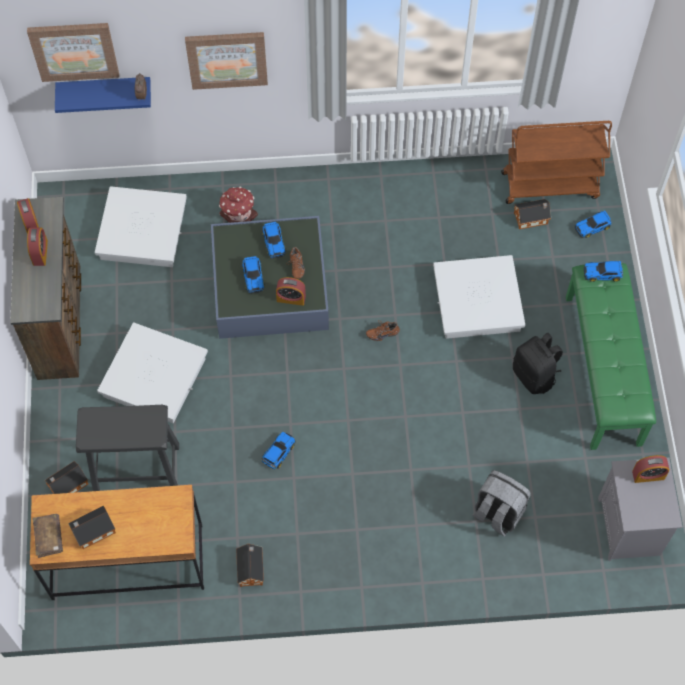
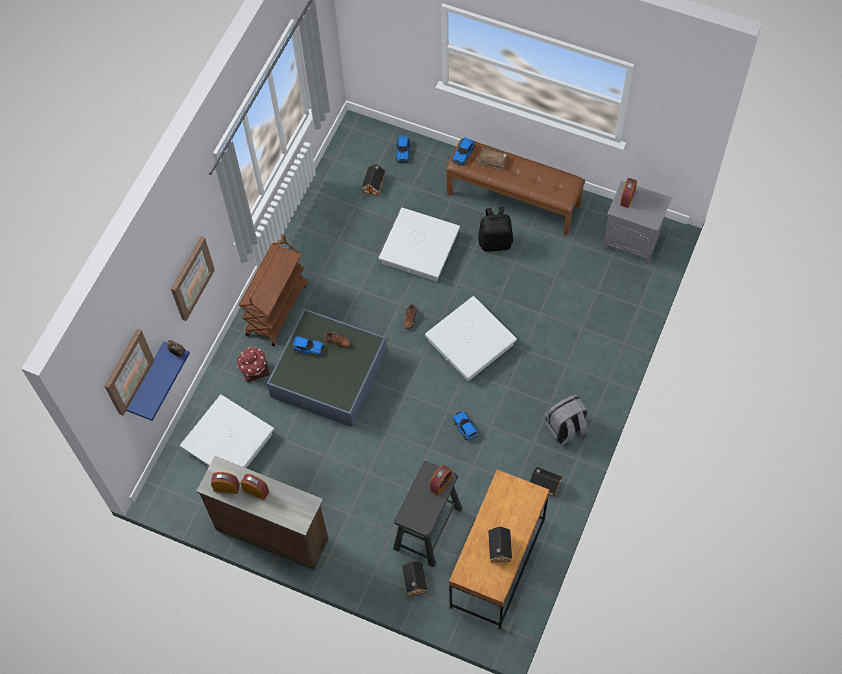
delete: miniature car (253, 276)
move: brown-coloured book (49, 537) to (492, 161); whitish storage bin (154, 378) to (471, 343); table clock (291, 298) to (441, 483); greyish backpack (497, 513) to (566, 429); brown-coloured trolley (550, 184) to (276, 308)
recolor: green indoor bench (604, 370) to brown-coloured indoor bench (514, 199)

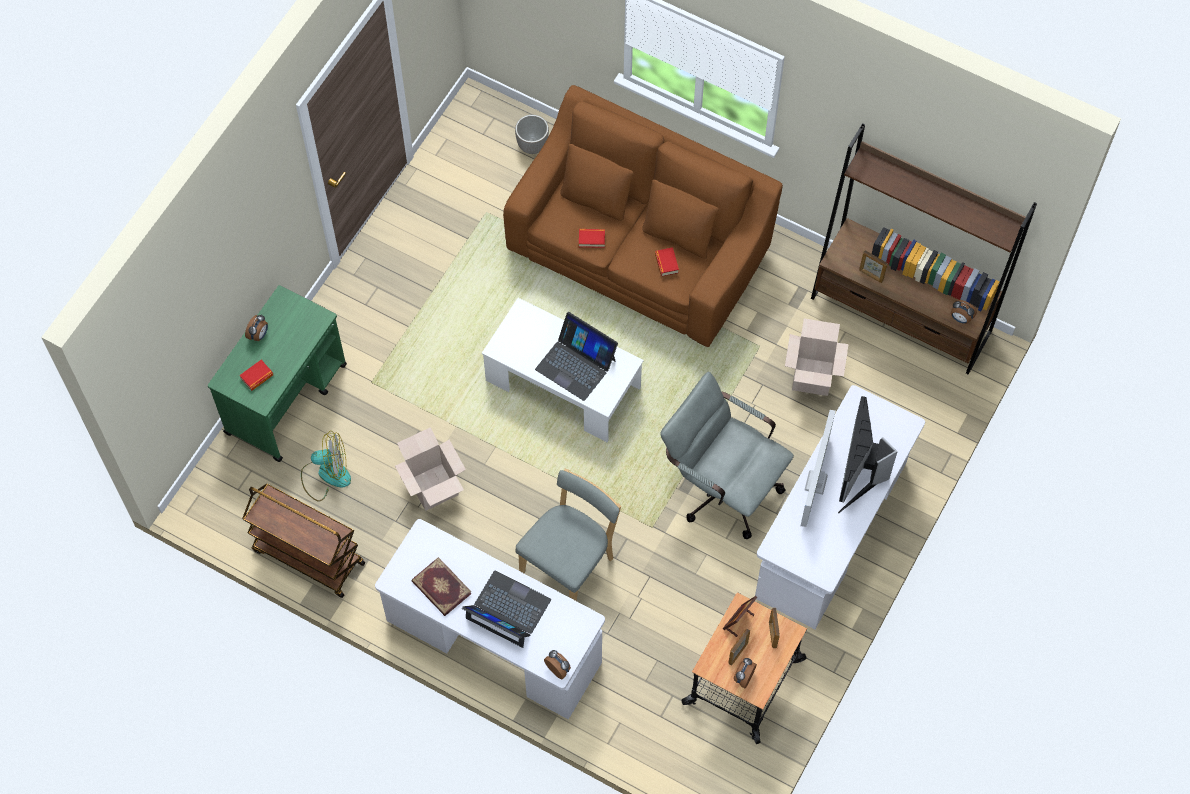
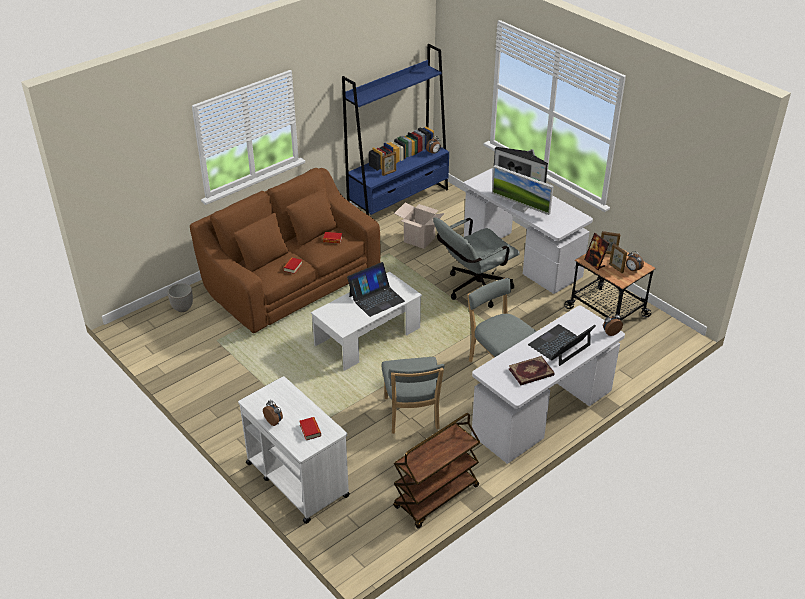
delete: electric fan (326, 474)
replace: carton (433, 487) to greyish plain chair (412, 416)
recolor: green trolley (287, 398) to whitish trolley (296, 479); brown-coloured bookshelf (901, 315) to blue bookshelf (399, 201)

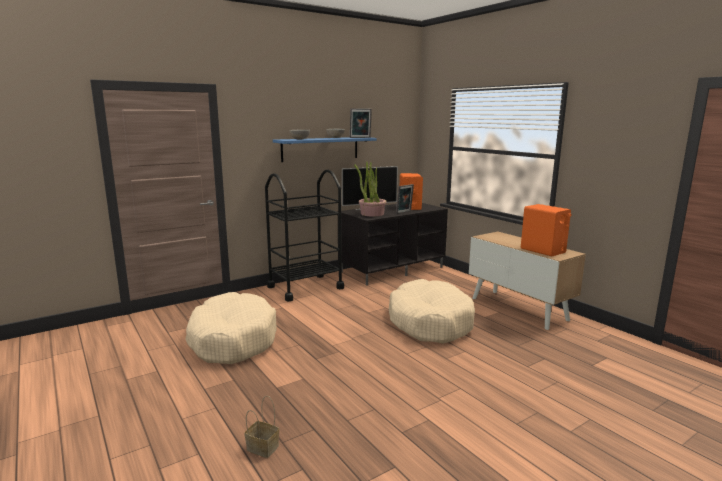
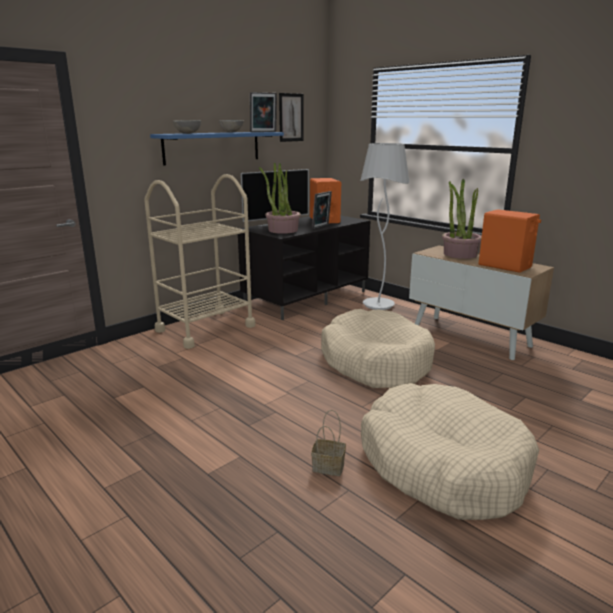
insert: wall art (291, 117); whitish standing lamp (378, 305); potted plant (460, 254)
move: beige dog bed (232, 340) to (442, 464); household basket (261, 448) to (327, 467)
recolor: black trolley (305, 287) to beige trolley (205, 328)

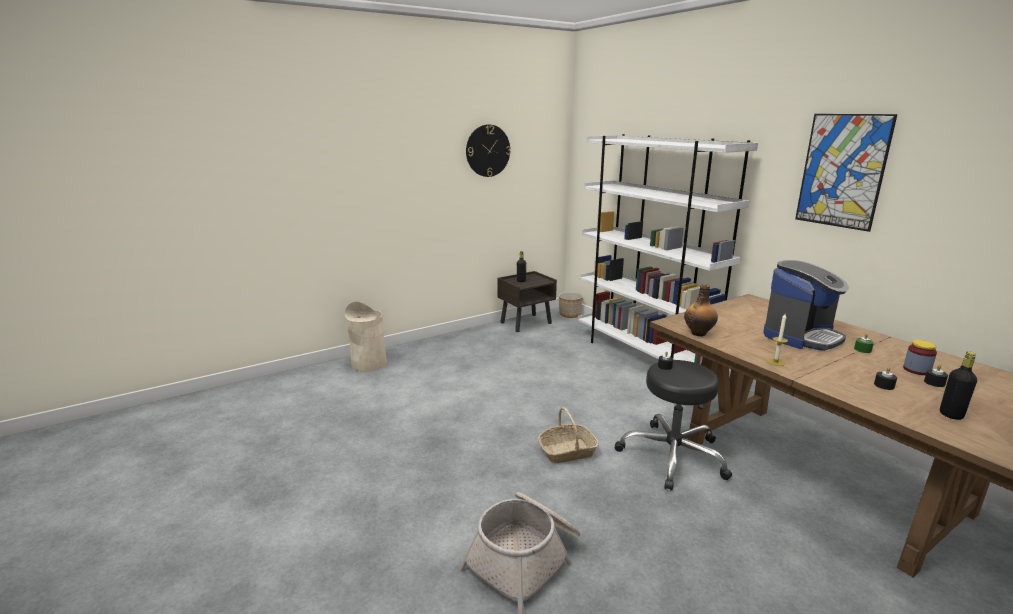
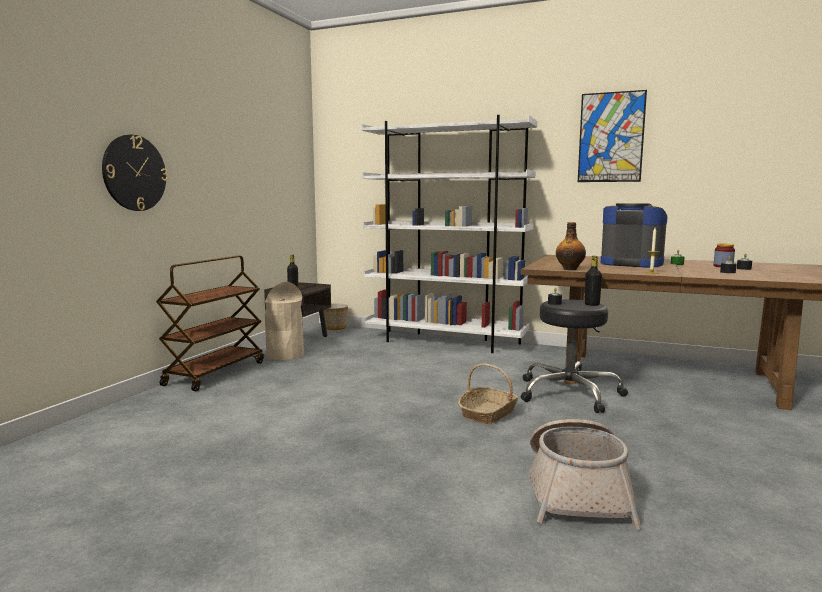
insert: brown-coloured trolley (215, 373)
move: beige waste bin (369, 364) to (285, 355); hanging clock (488, 150) to (134, 173); black beverage bottle (951, 415) to (592, 304)
rotate: coffee machine (801, 336) = (631, 263) 75 degrees counterclockwise

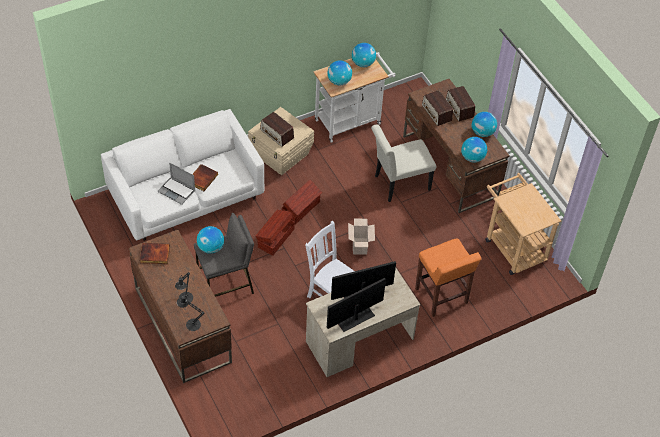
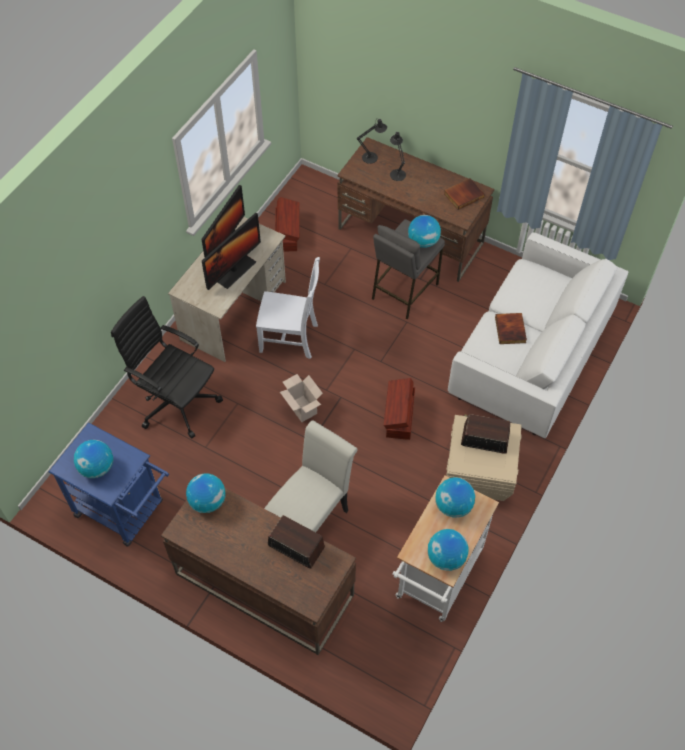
delete: portable computer (177, 191); radio set (459, 108)
move: brown-coloured storage bin (275, 238) to (287, 233); desk globe (482, 132) to (97, 467)
replace: orangey sitting stool (441, 296) to black desk chair (176, 401)
recolor: beige trolley (512, 246) to blue trolley (125, 511)

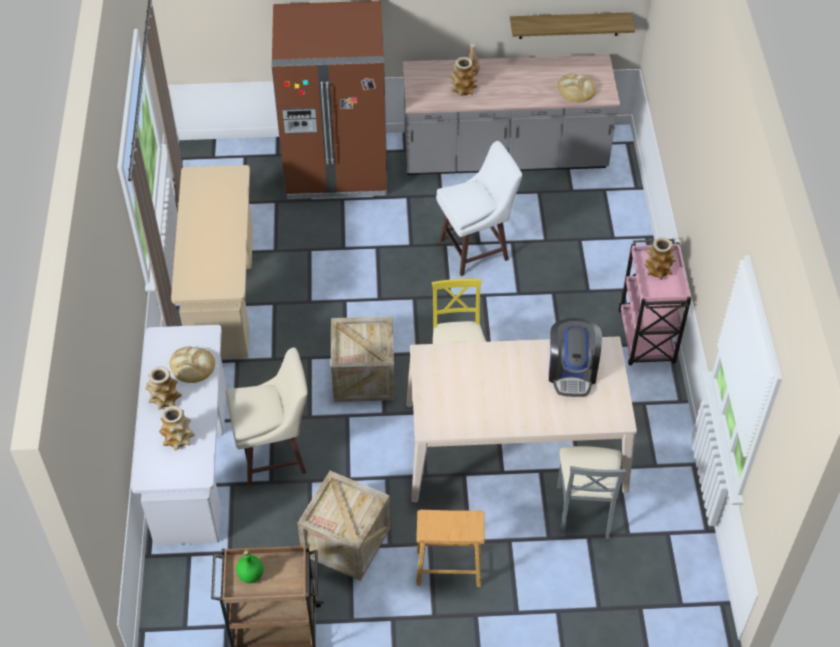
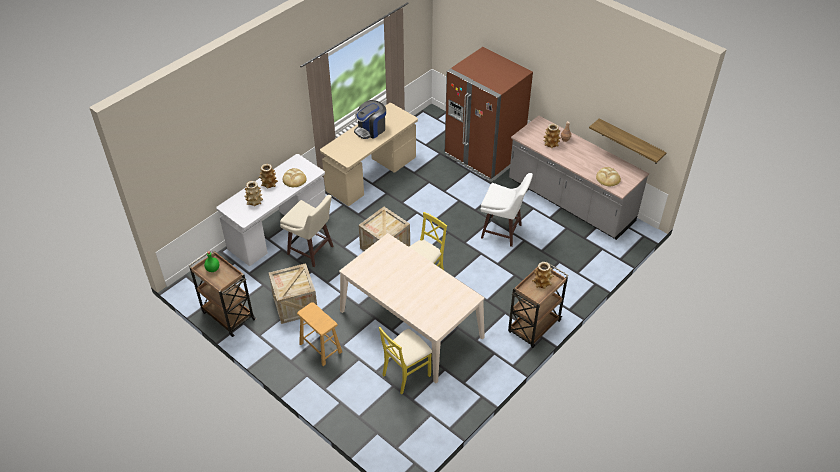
move: coffee machine (572, 372) to (371, 130)
recolor: greyish plain chair (584, 510) to yellow plain chair (406, 374); pinkish trolley (646, 338) to brown-coloured trolley (533, 327)

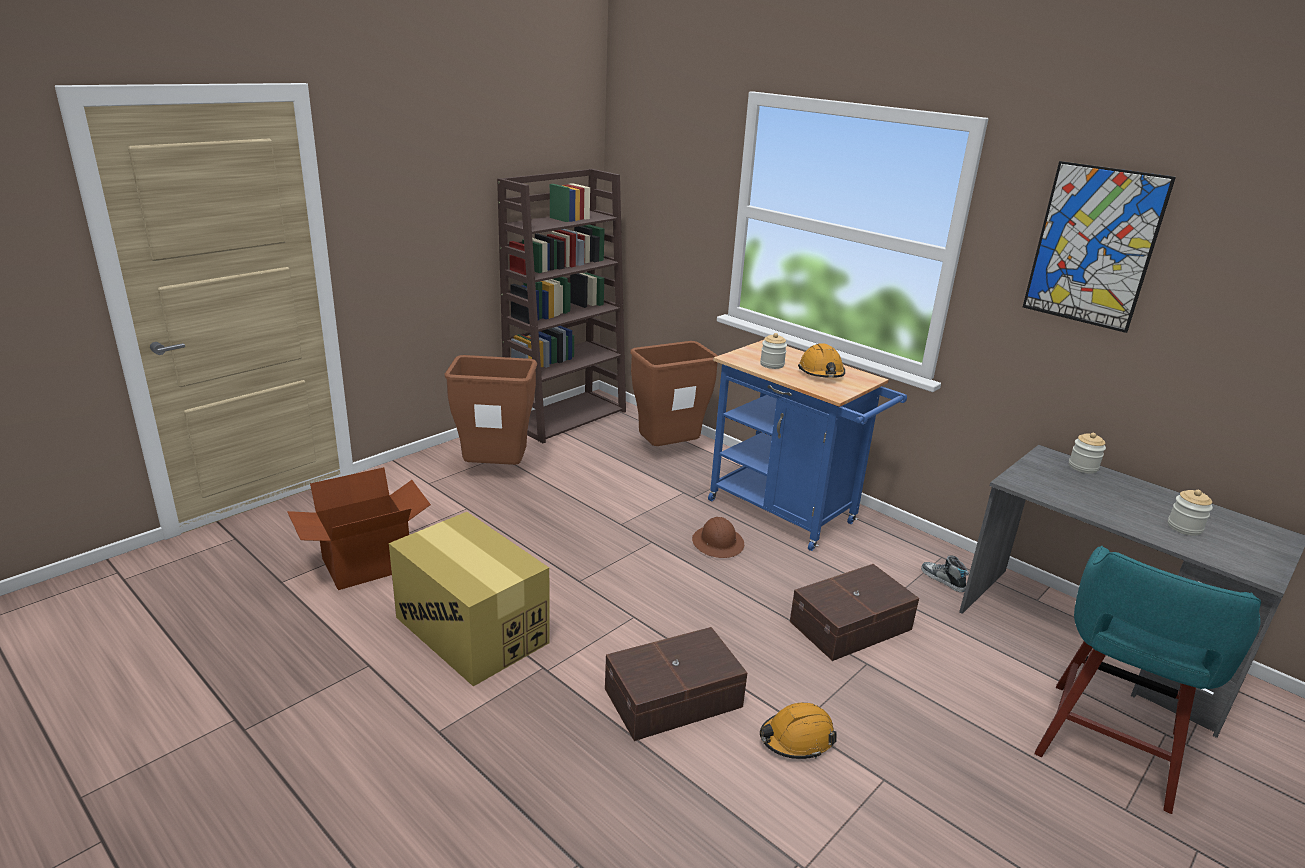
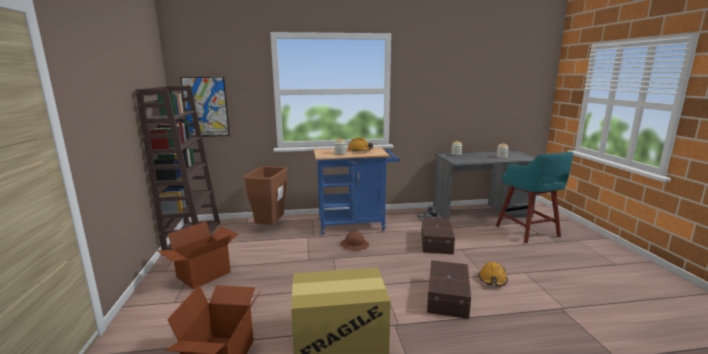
move: wall art (1093, 246) to (205, 107)
replace: brown-coloured waste bin (496, 471) to carton (204, 275)

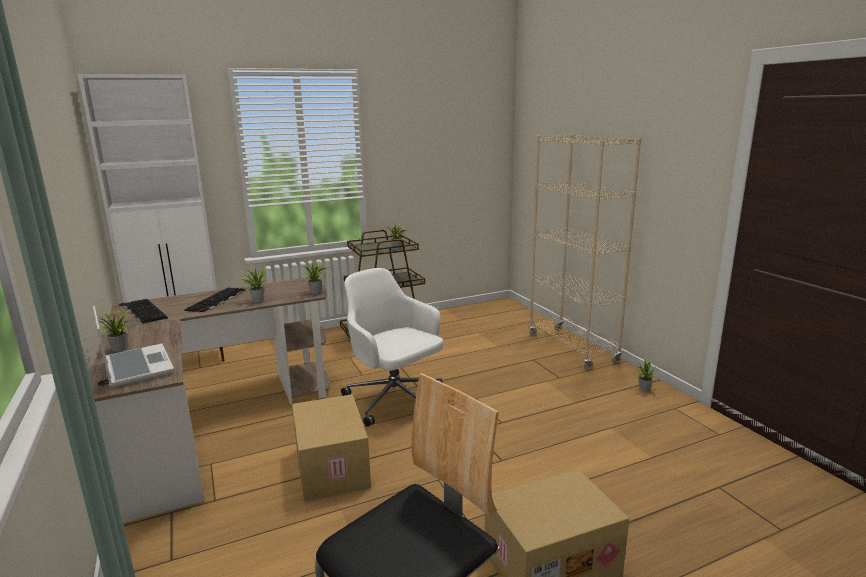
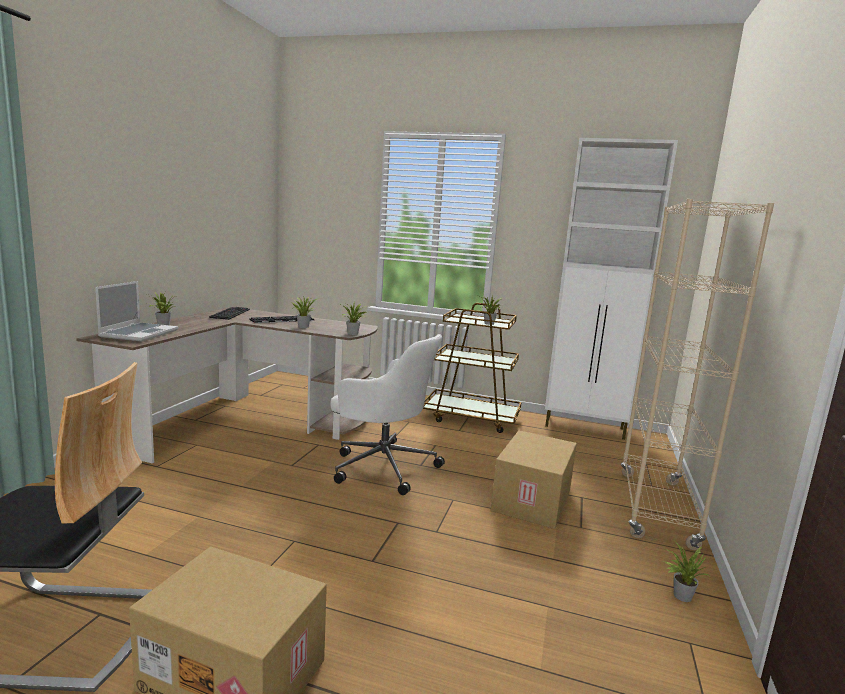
move: whitish storage cabinet (185, 362) to (585, 427); carton (333, 467) to (533, 501)
rotate: whitish desk chair (395, 399) = (382, 466) 120 degrees clockwise

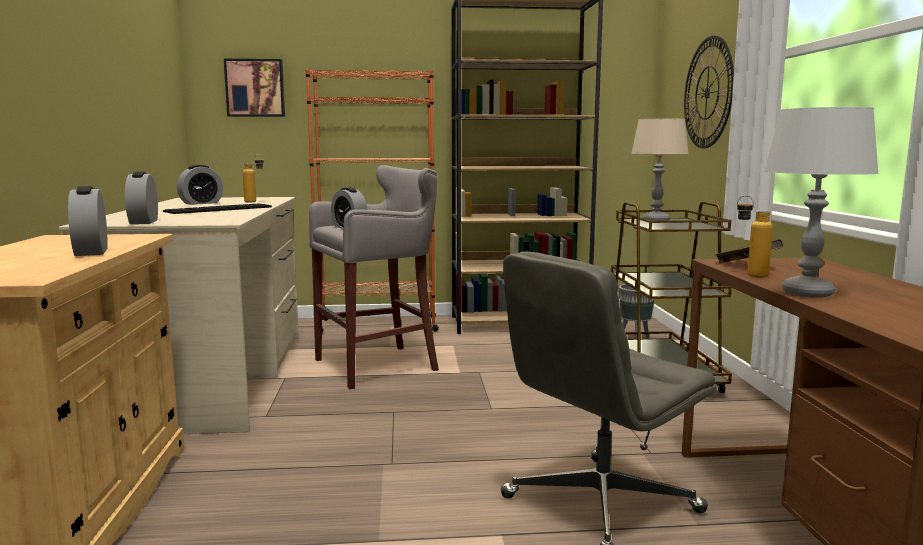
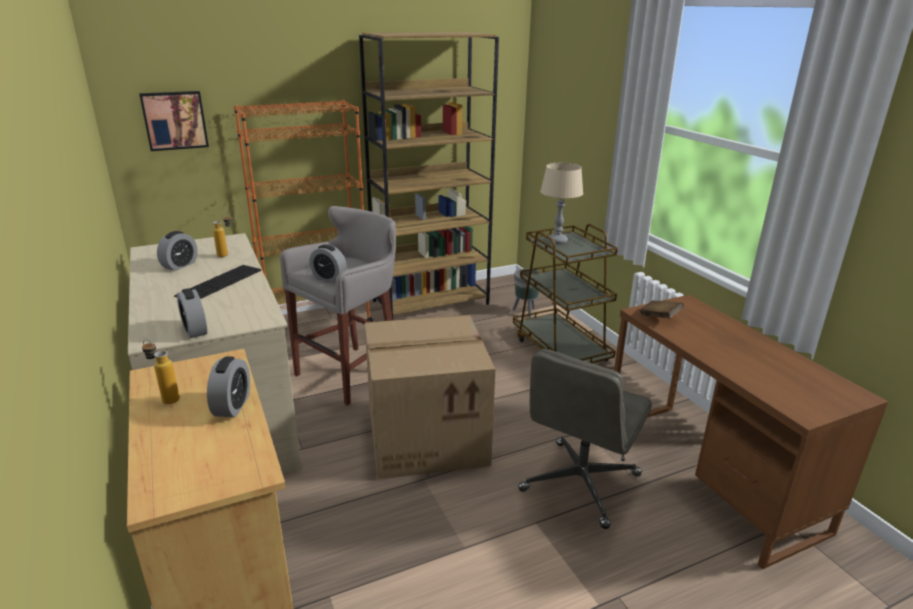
delete: hanging clock (707, 93); greyish table lamp (808, 293)
insert: carton (428, 435)
move: beverage bottle (749, 274) to (166, 398)
rotate: table clock (91, 252) = (232, 406) 135 degrees counterclockwise

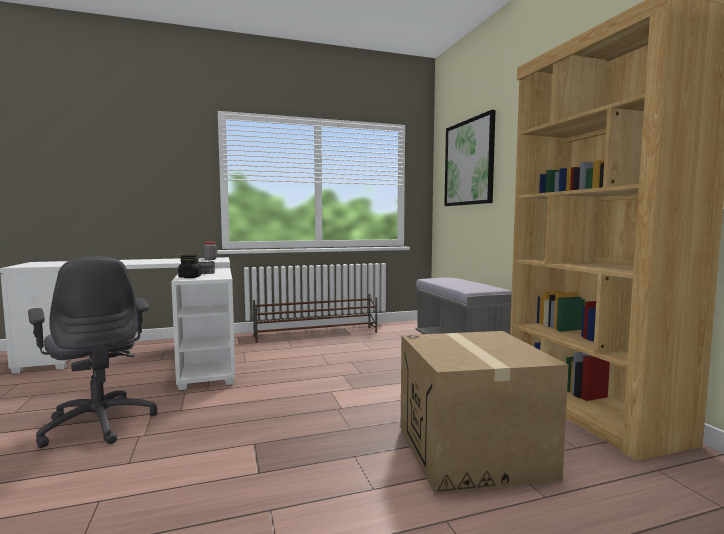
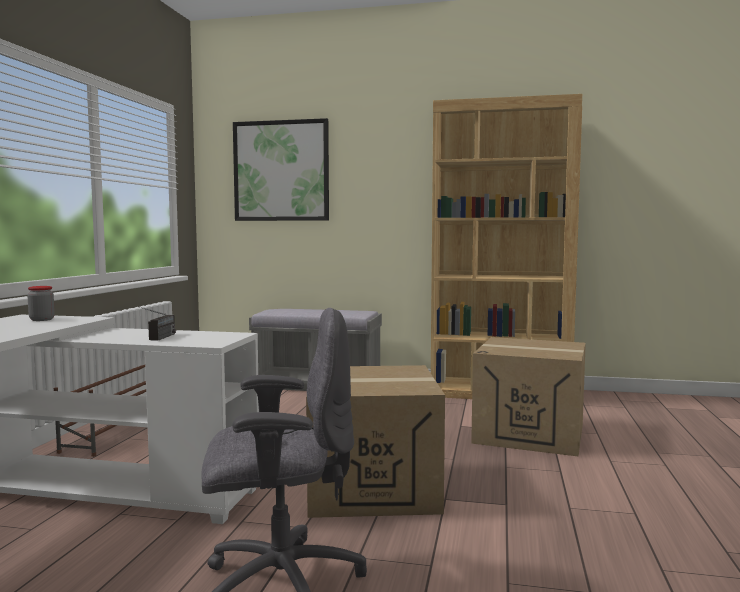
delete: black preserve jar (190, 277)
insert: carton (372, 487)

